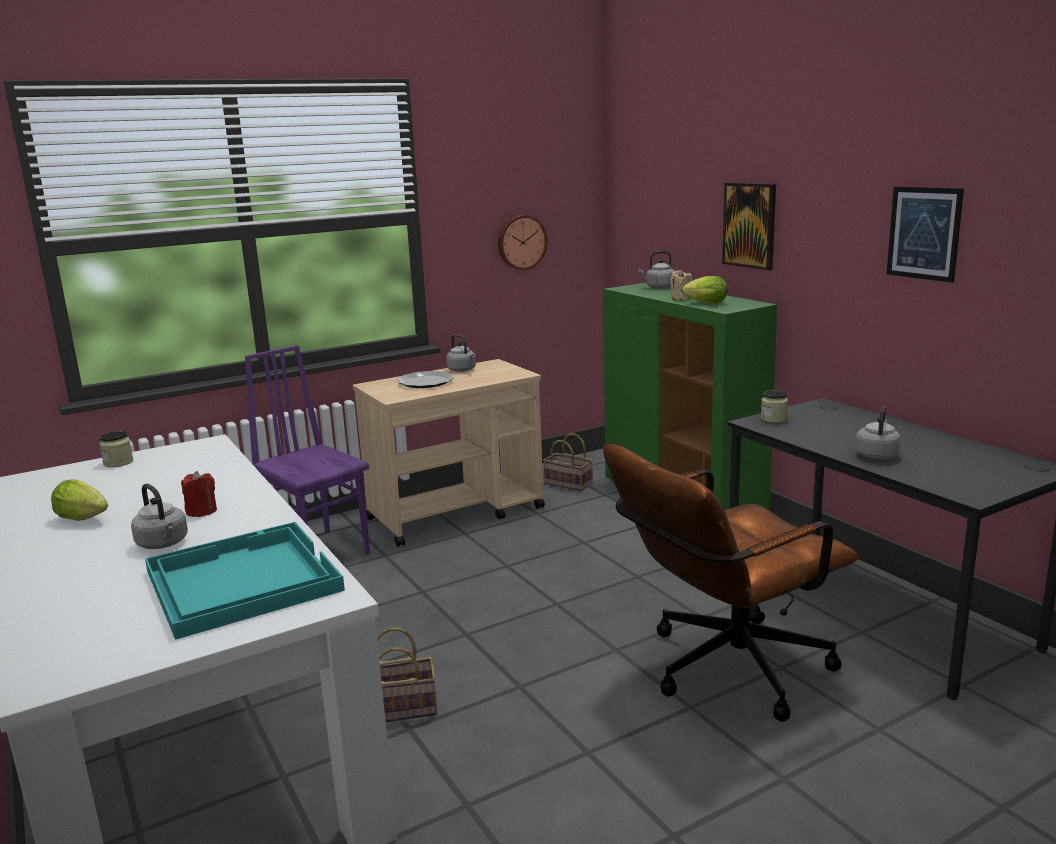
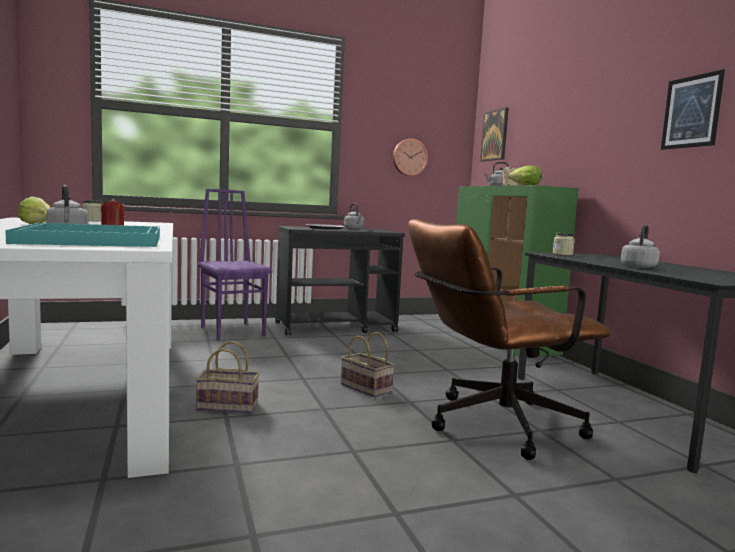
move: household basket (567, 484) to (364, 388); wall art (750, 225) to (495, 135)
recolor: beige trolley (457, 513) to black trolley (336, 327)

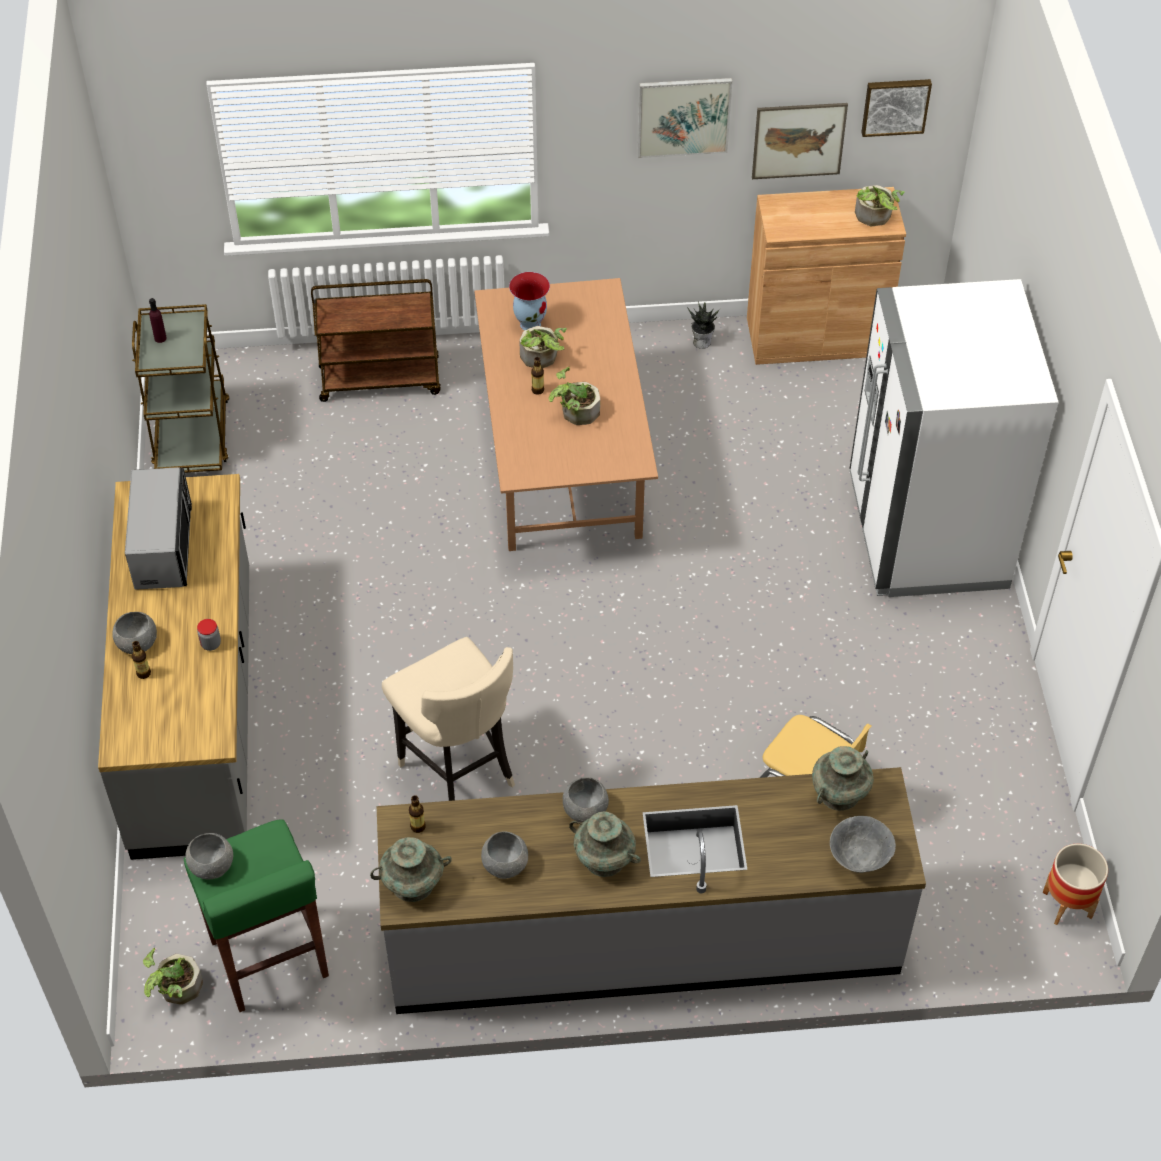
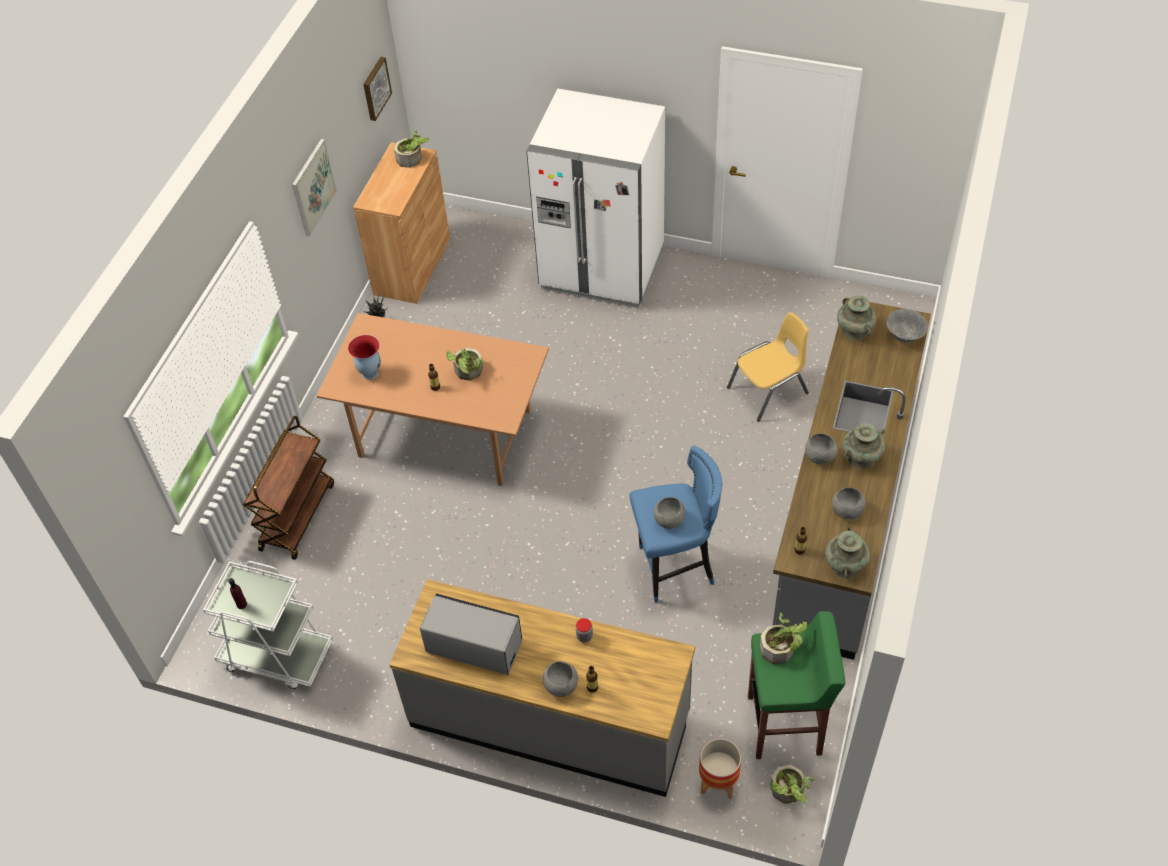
delete: wall art (799, 140)
move: greyish serving bowl (212, 866) to (669, 519); potted plant (542, 359) to (781, 648); planter (1067, 904) to (718, 782)
recolor: brown-coloured trolley (192, 435) to whitish trolley (276, 655); beige sitting stool (458, 771) to blue sitting stool (674, 569)

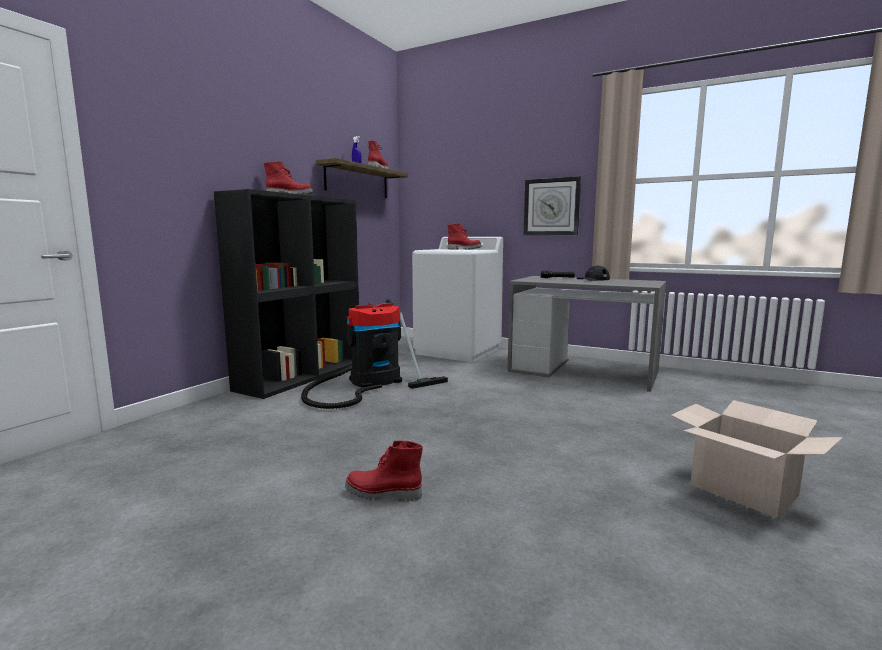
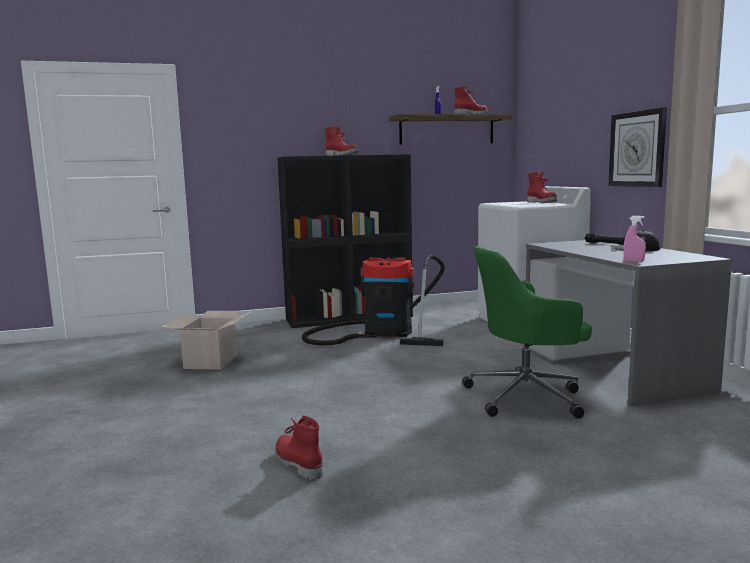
insert: green desk chair (527, 396); pinkish sprayer (633, 262)
move: red-coloured high-top boot (383, 494) to (297, 464); carton (744, 490) to (211, 361)

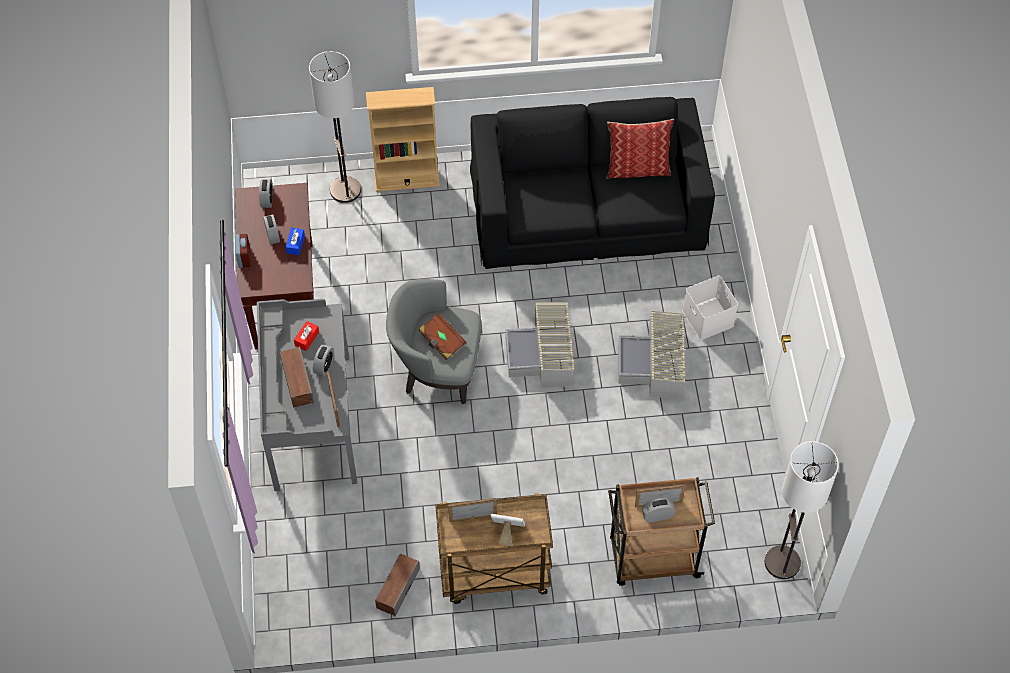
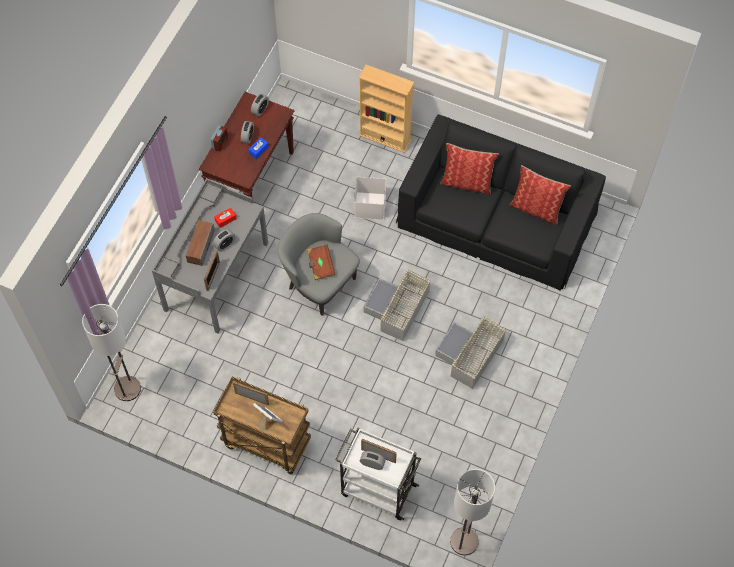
delete: loudspeaker (397, 588)
insert: cushion (467, 182)
move: standing lamp (345, 190) to (127, 388); whitish storage bin (709, 318) to (370, 206)
recolor: brown-coloured trolley (652, 558) to whitish trolley (377, 489)

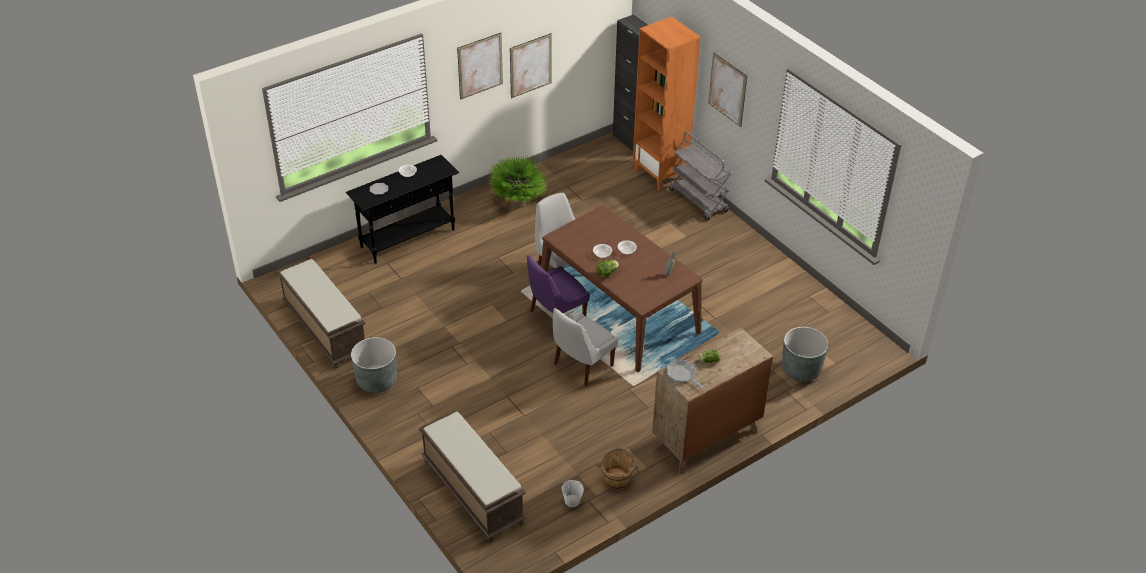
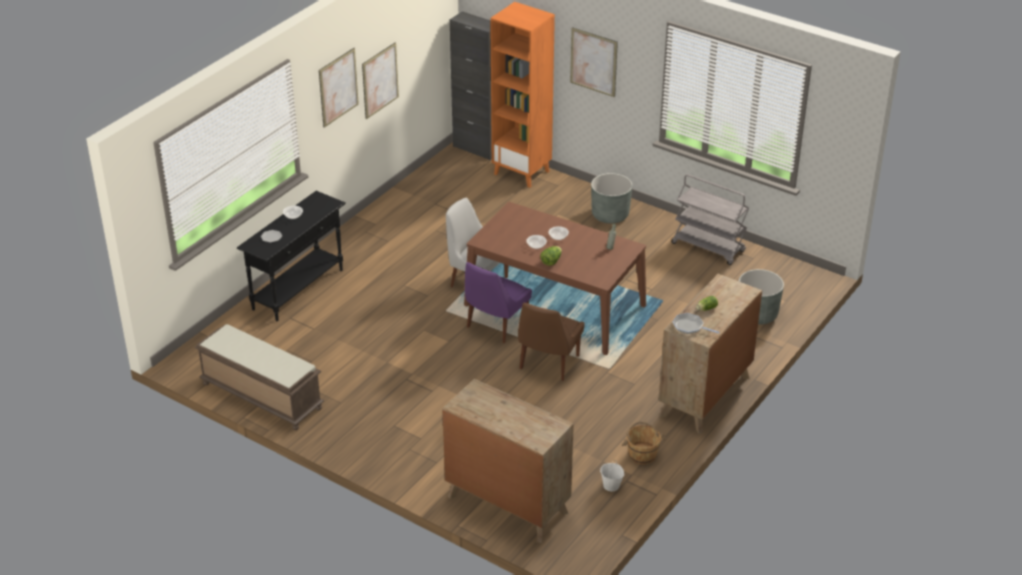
delete: potted plant (518, 203)
move: greyish planter (377, 380) to (610, 215); greyish trolley (699, 201) to (709, 247)
replace: brown-coloured indoor bench (471, 491) to brown-coloured chest of drawers (507, 504)
recolor: whitish plain chair (581, 366) to brown-coloured plain chair (548, 364)

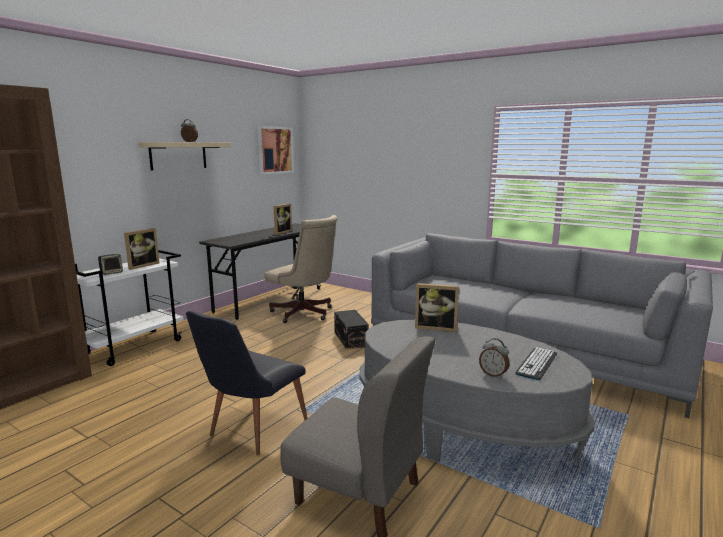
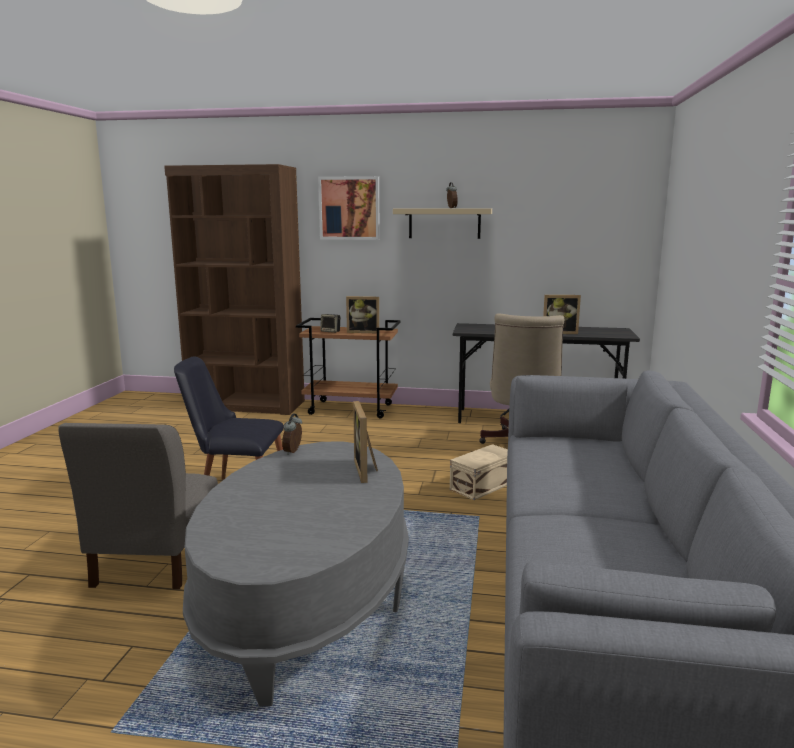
delete: keyboard (537, 364)
move: wall art (275, 150) to (349, 208); table clock (493, 374) to (293, 452)
recolor: whitish trolley (134, 347) to brown-coloured trolley (351, 409); black storage bin (351, 338) to beige storage bin (484, 485)

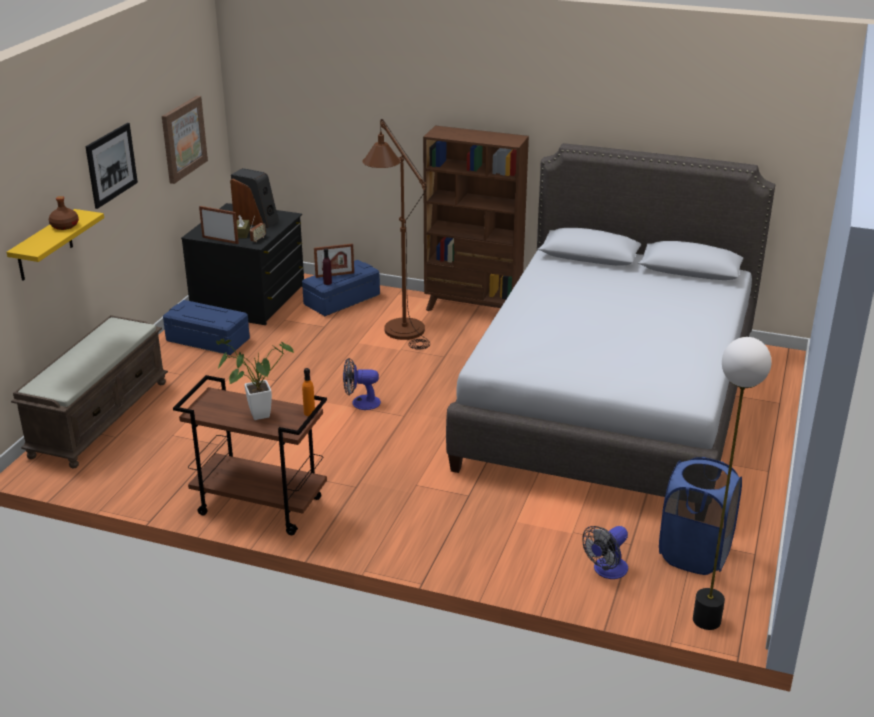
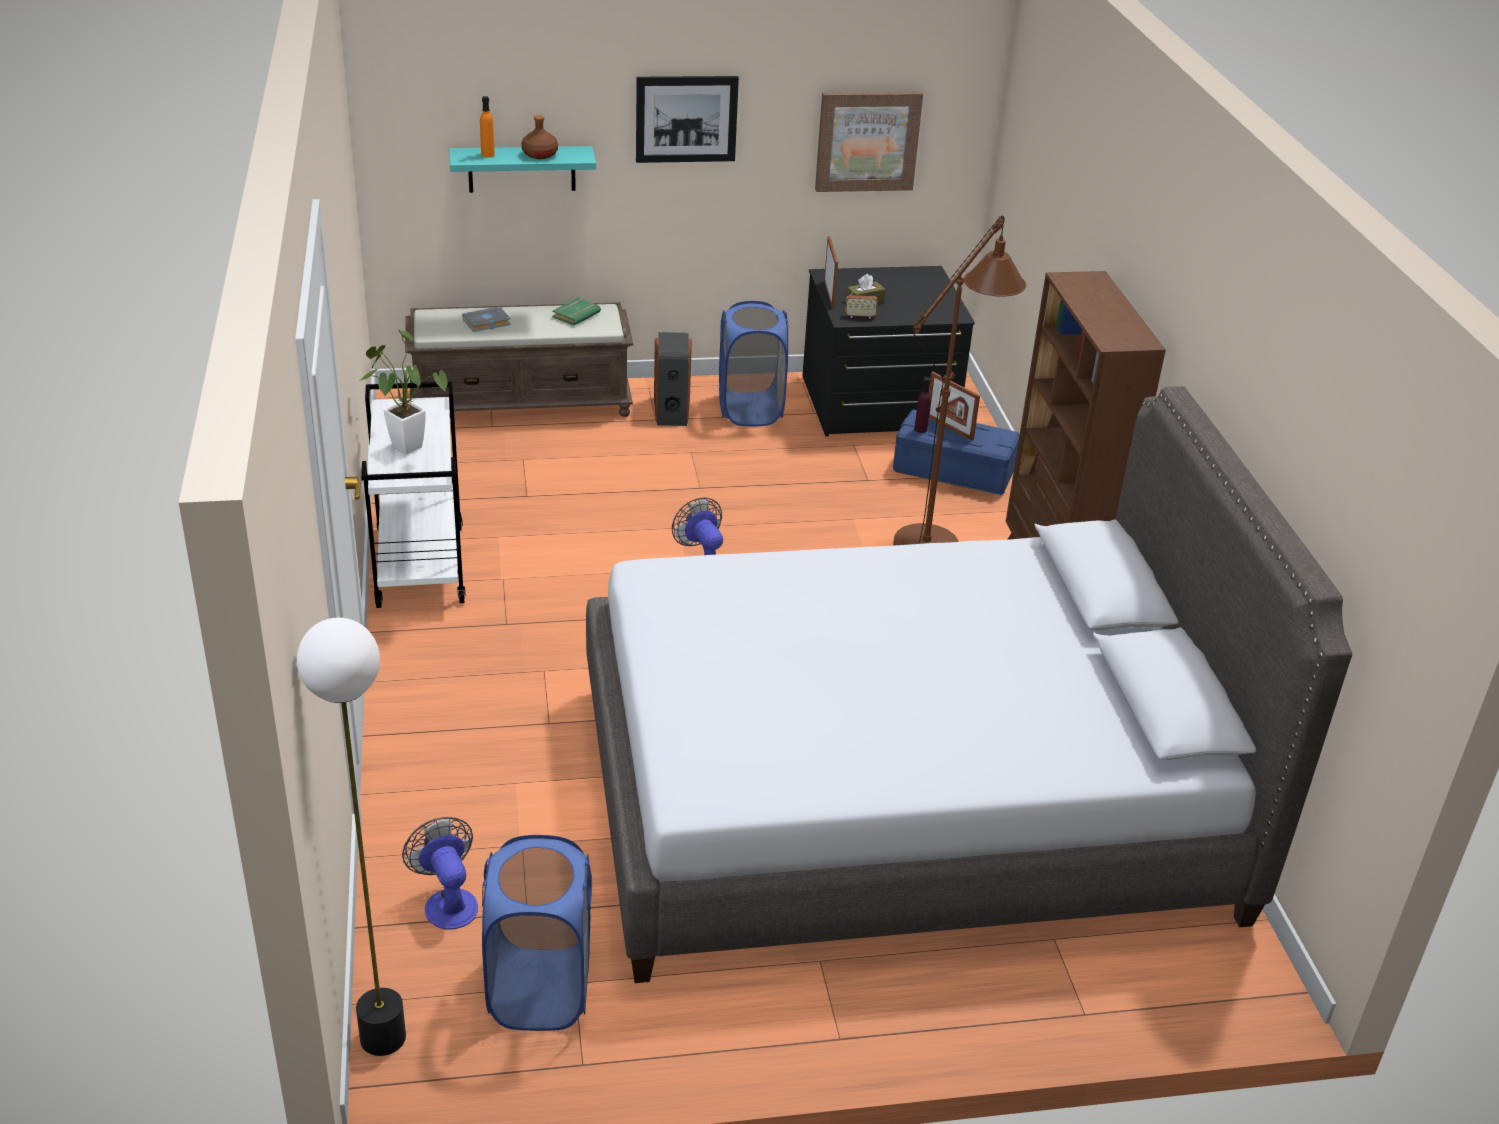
insert: greyish book (486, 323); green book (575, 314)
move: loudspeaker (256, 221) to (672, 410); orangey beverage bottle (309, 413) to (487, 155)
replace: blue storage bin (208, 340) to blue laundry basket (750, 410)
recolor: yellow wall shelf (44, 246) to turquoise wall shelf (521, 169); brown-coloured trolley (258, 507) to whitish trolley (419, 566)
rotate: electric fan (606, 571) = (447, 902) 45 degrees clockwise

